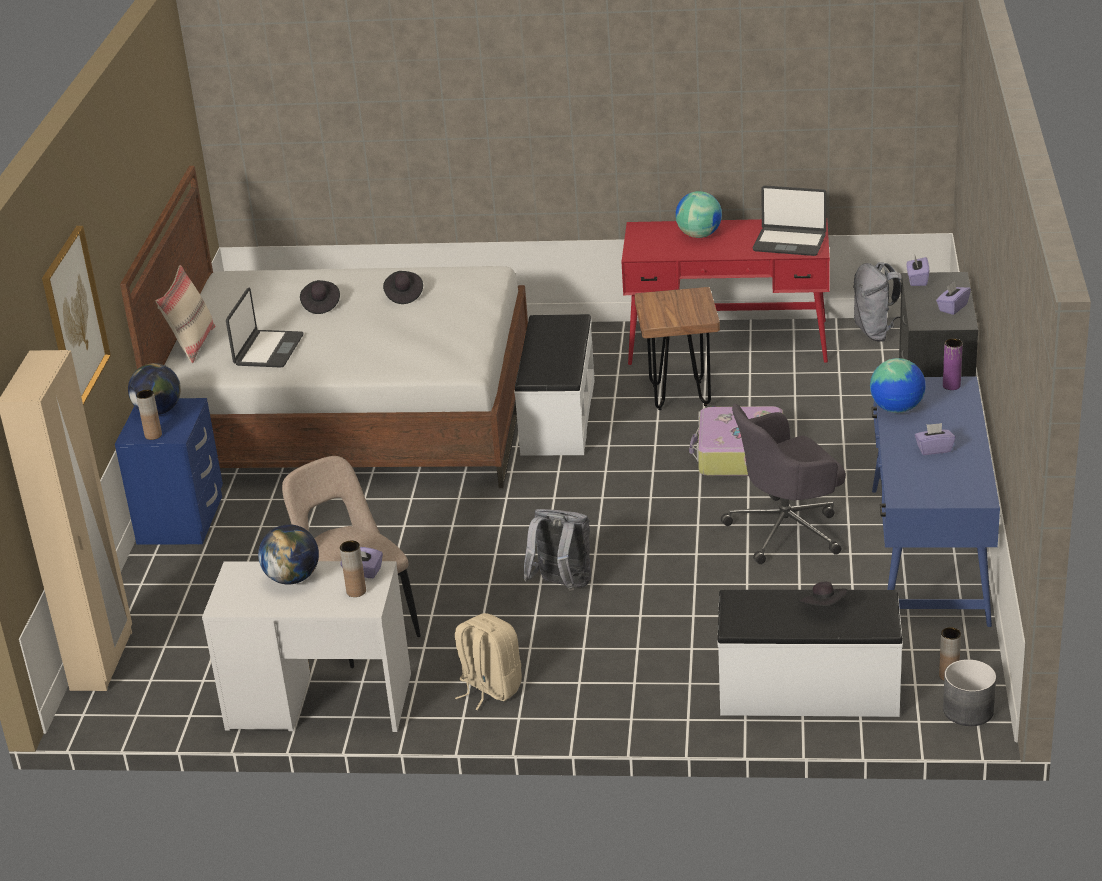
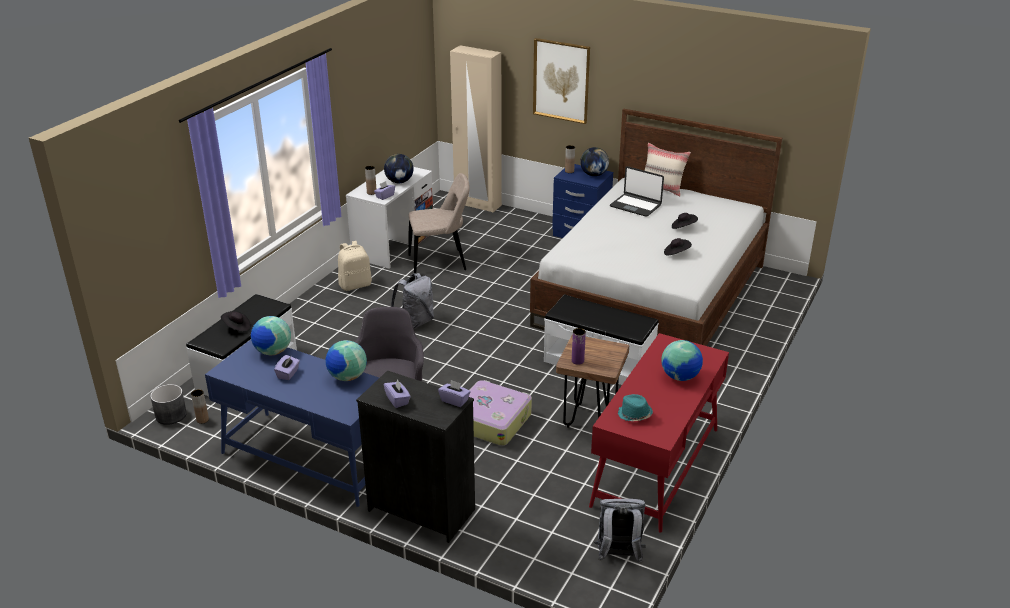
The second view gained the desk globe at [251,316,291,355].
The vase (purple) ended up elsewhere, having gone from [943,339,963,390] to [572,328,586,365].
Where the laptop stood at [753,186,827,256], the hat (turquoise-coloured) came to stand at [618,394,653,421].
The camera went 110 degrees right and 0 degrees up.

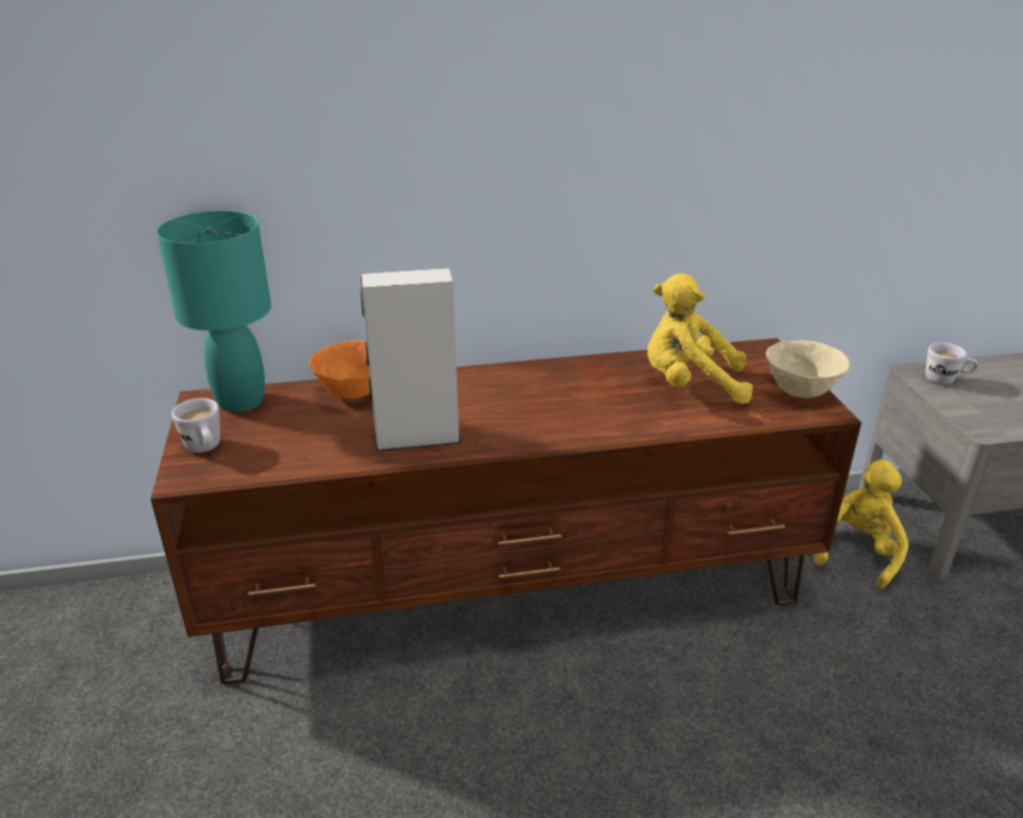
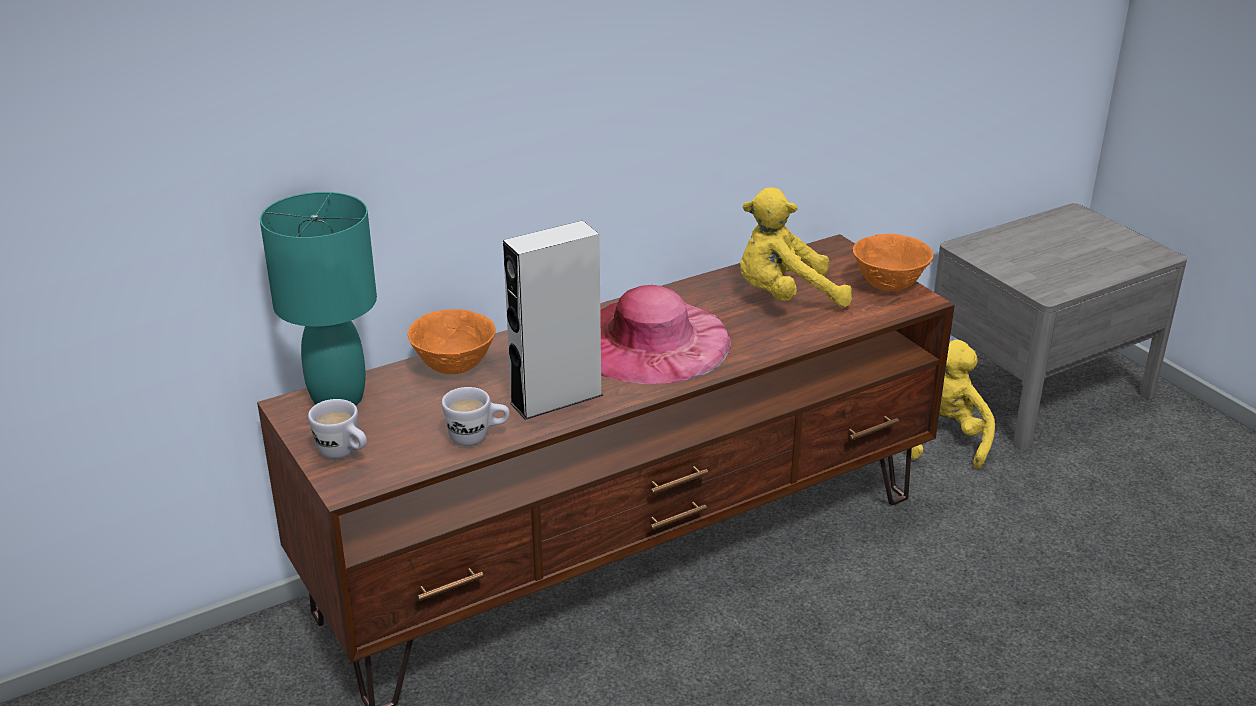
The second view gained the hat (pink-coloured) at [600,285,731,385].
The tea mug (white) ended up elsewhere, having gone from [926,342,979,385] to [442,387,510,446].
What was the deep dish (sand-coloured) at [766,340,850,398] turned into the deep dish (orange) at [853,234,934,291].
The camera went 20 degrees left and 0 degrees up.

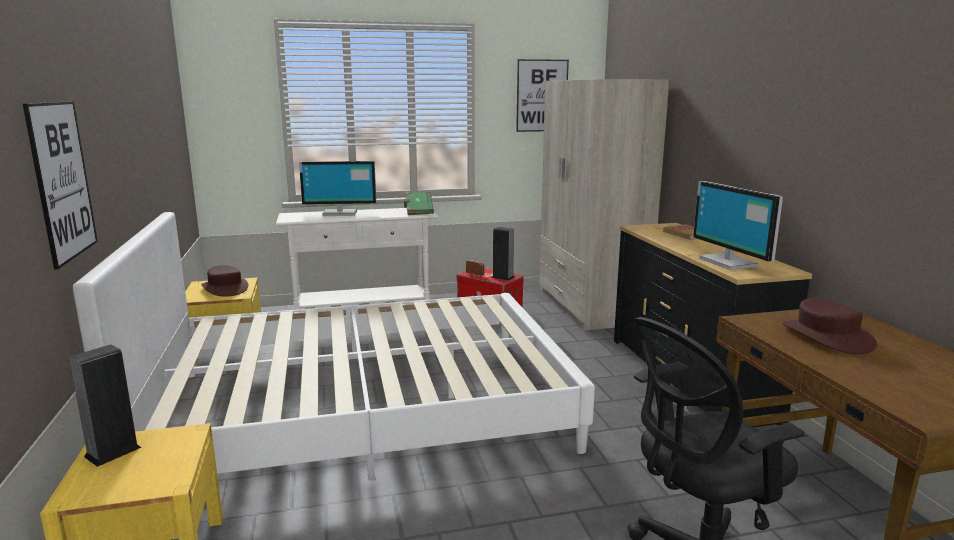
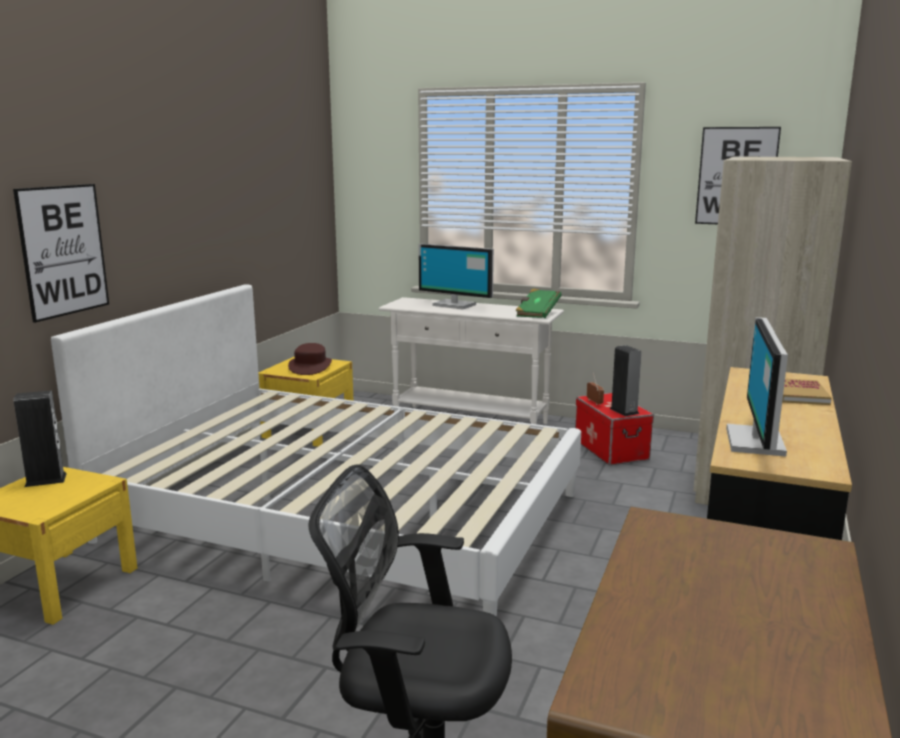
The second view lost the hat (brownish) at [783,298,877,354].
The camera went 35 degrees right and 0 degrees up.

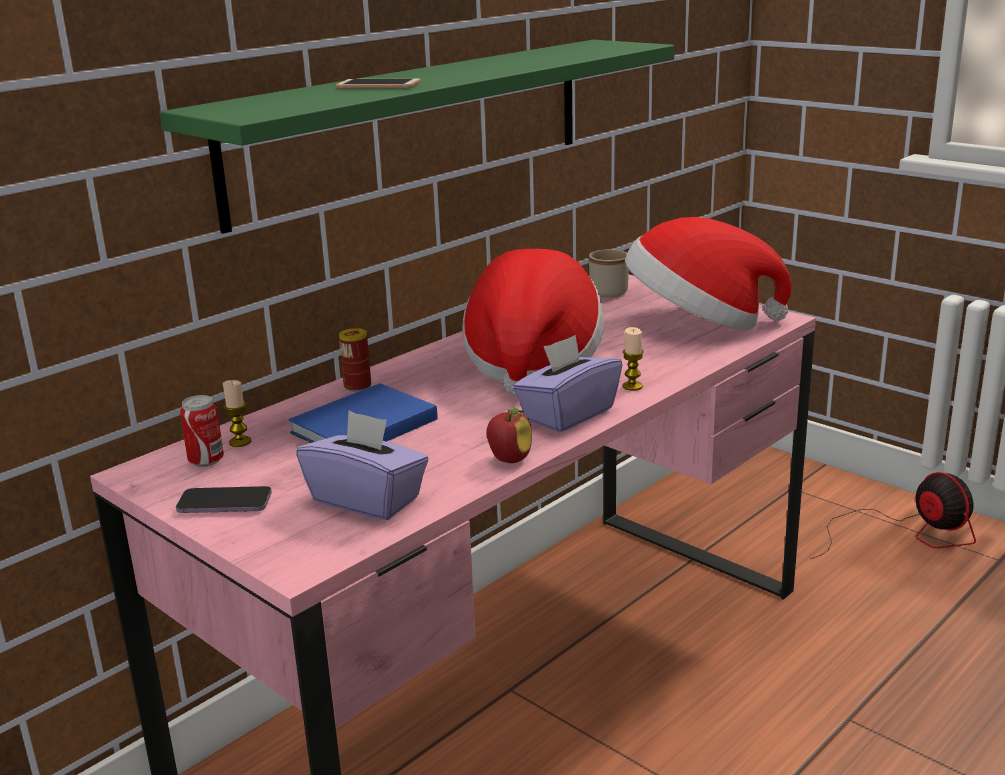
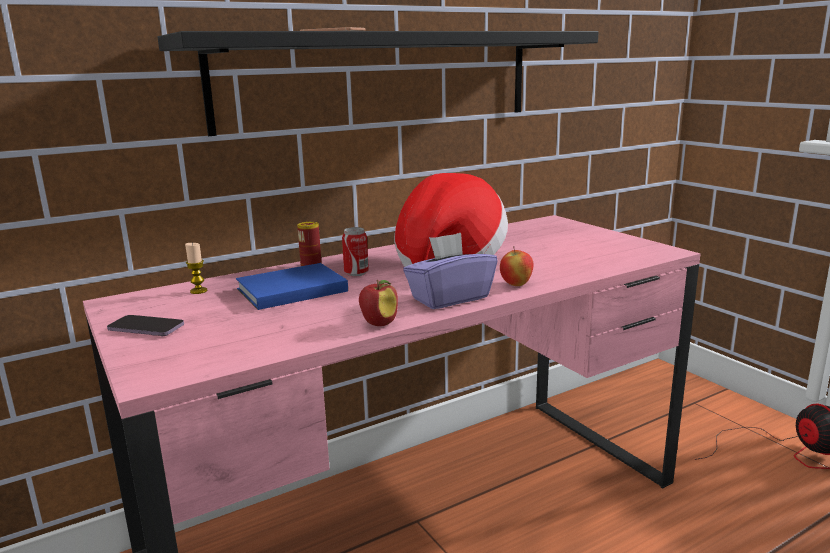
The second view lost the box of tissues (purple) at [296,410,429,520].
The second view lost the tea mug (sand-coloured) at [589,249,629,297].
The second view lost the hat at [625,217,792,331].
The can ended up elsewhere, having gone from [180,395,224,467] to [342,227,369,277].
Where the wax candle stood at [623,327,644,391], the apple fruit came to stand at [500,246,534,286].
What was the wall shelf (green-coloured) at [159,40,675,234] turned into the wall shelf (blackish) at [158,31,599,136].
The camera went 15 degrees right and 5 degrees down.

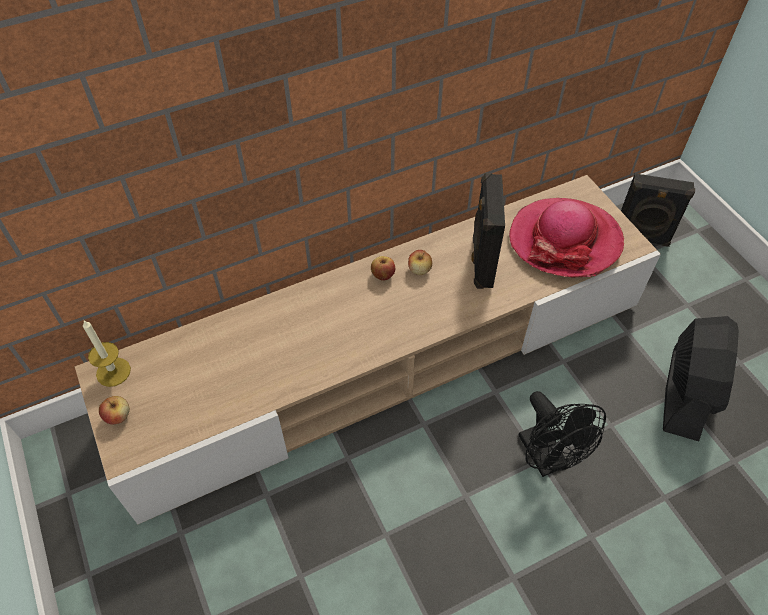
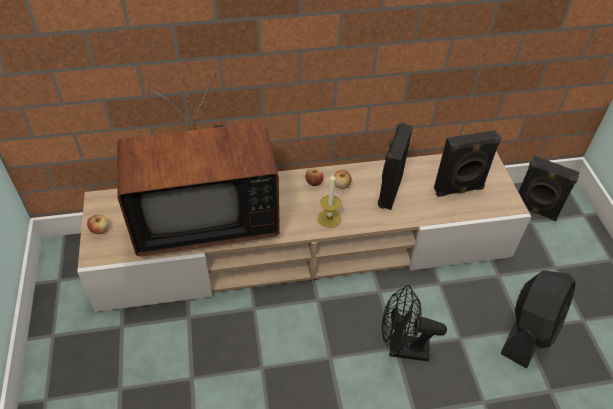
The second view gained the TV at [117,73,280,257].
The wax candle ended up elsewhere, having gone from [83,320,131,387] to [318,174,342,228].
Where the hat stood at [509,198,624,278], the loudspeaker (blackish) came to stand at [434,130,501,197].
The fan (blackish) at [519,391,606,477] ended up facing another way, 105 degrees clockwise from before.
The camera went 15 degrees right and 5 degrees down.

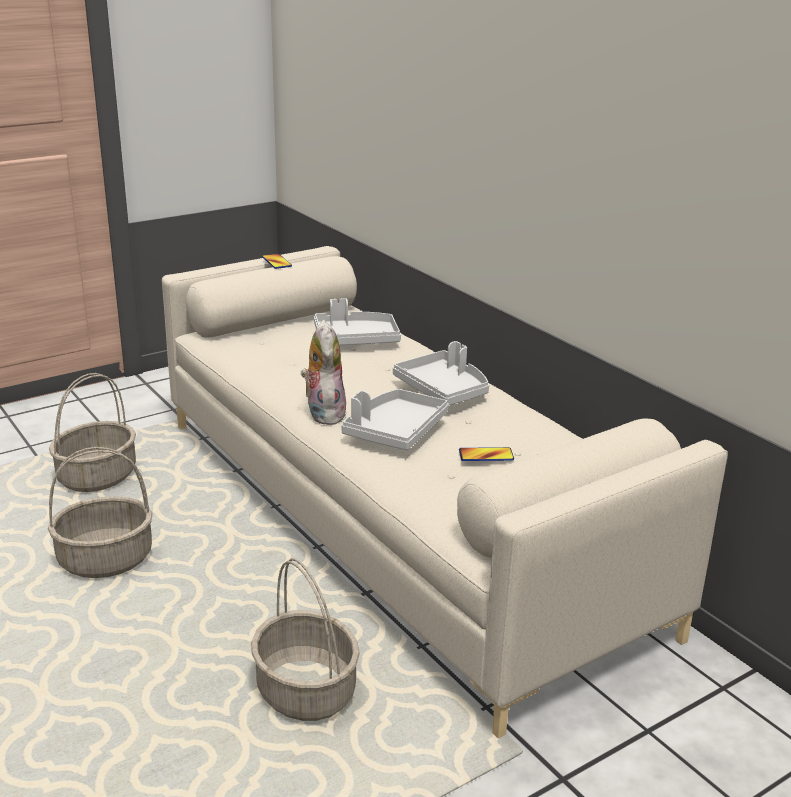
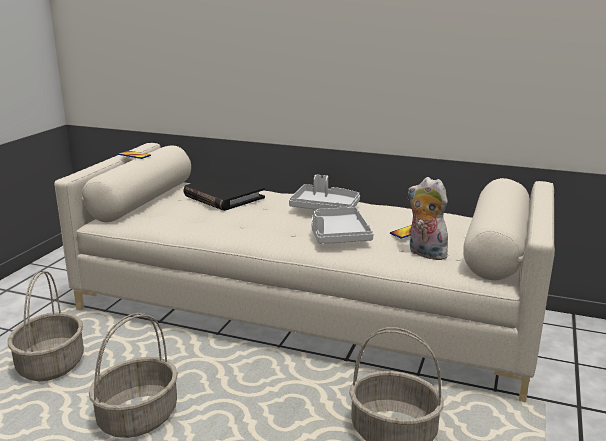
The cuddly toy ended up elsewhere, having gone from [300,320,347,425] to [408,177,448,260].
Where the carrying tray (gray) stood at [314,298,401,345], the book (blackish) came to stand at [183,175,265,211].
The camera went 35 degrees left and 5 degrees down.

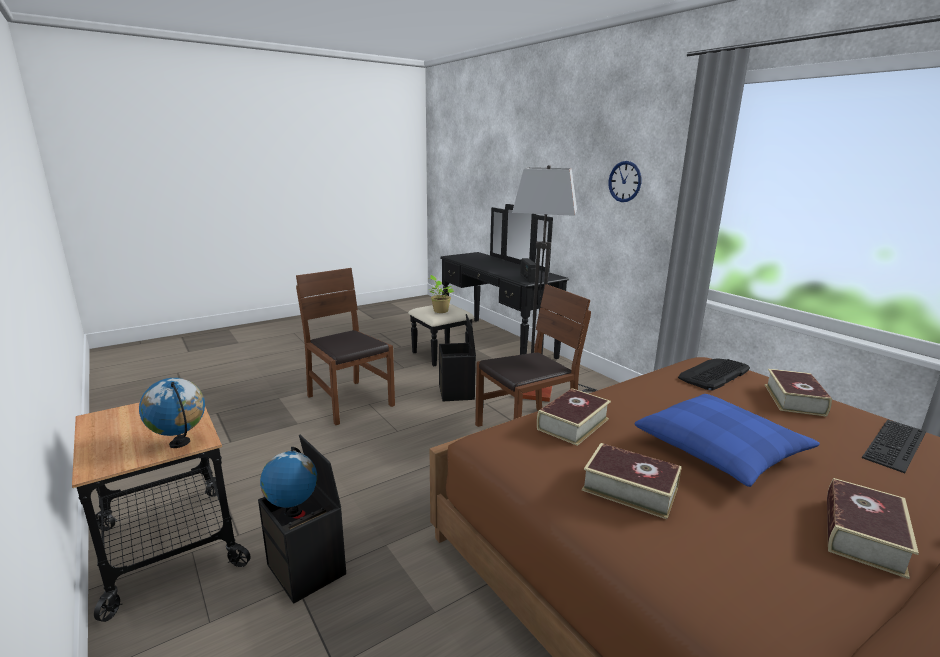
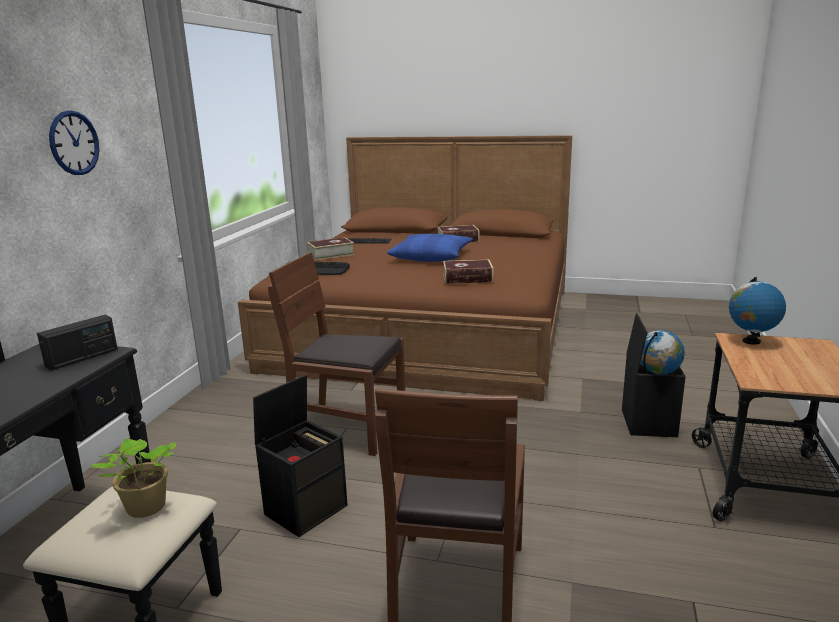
The second view lost the floor lamp at [512,165,598,402].
The second view lost the book at [582,443,682,519].
The camera went 130 degrees left and 0 degrees up.

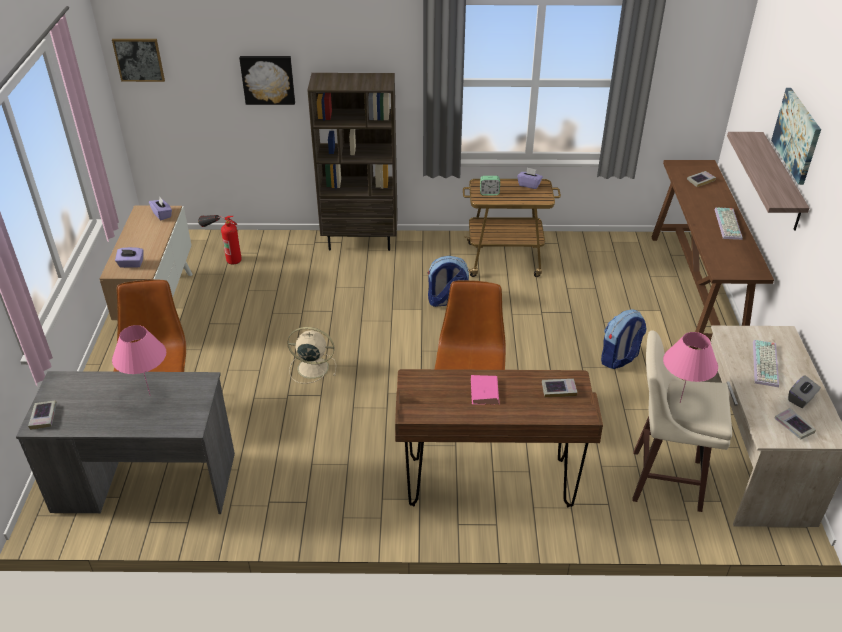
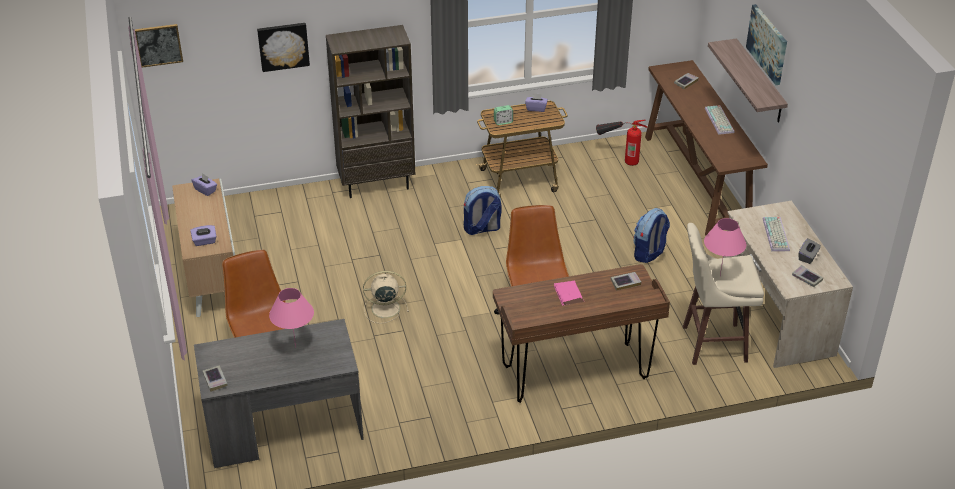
The fire-fighting cylinder ended up elsewhere, having gone from [198,215,242,265] to [596,119,647,166].
The camera went 15 degrees left and 0 degrees up.

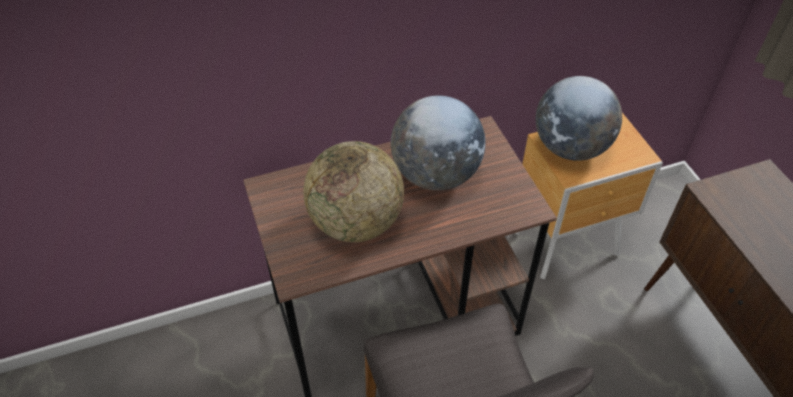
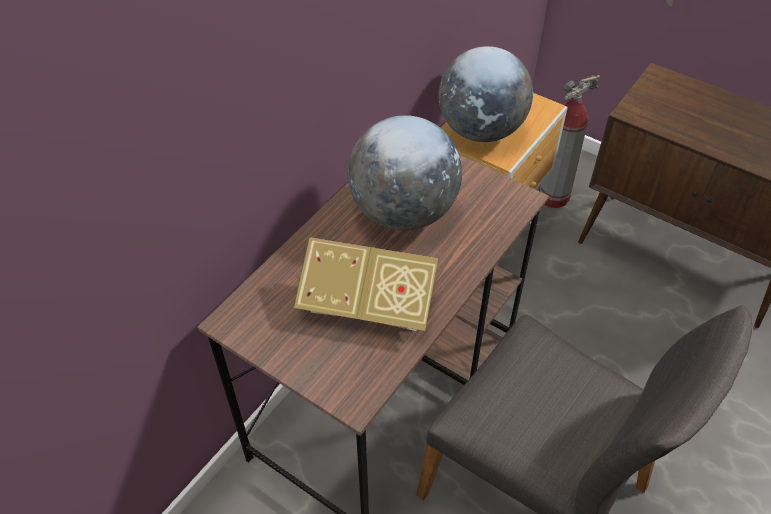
The second view gained the fire-fighting cylinder at [539,75,600,208].
Where the desk globe stood at [303,141,404,242], the book came to stand at [294,237,438,331].
The camera went 35 degrees left and 0 degrees up.

